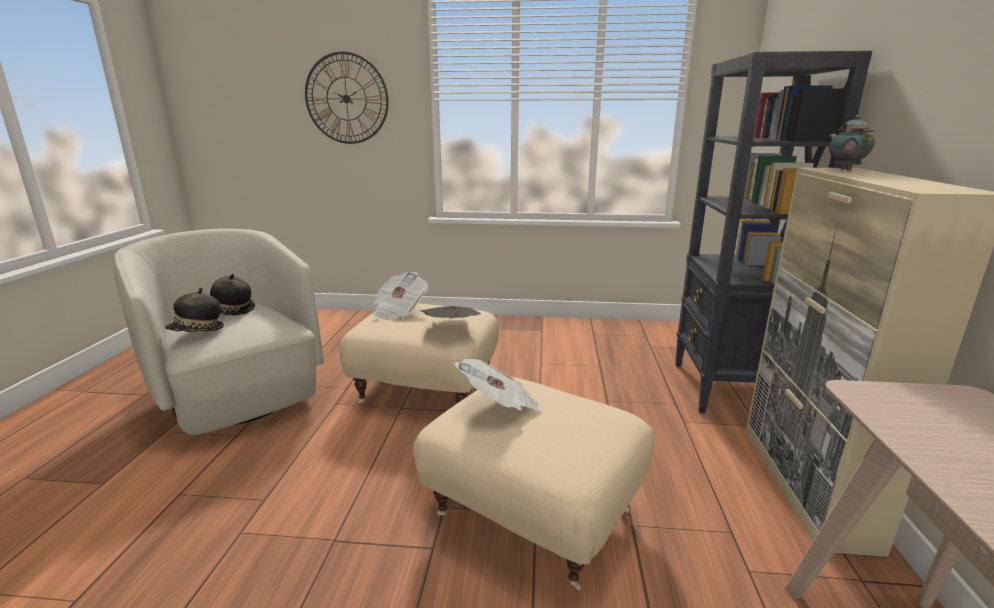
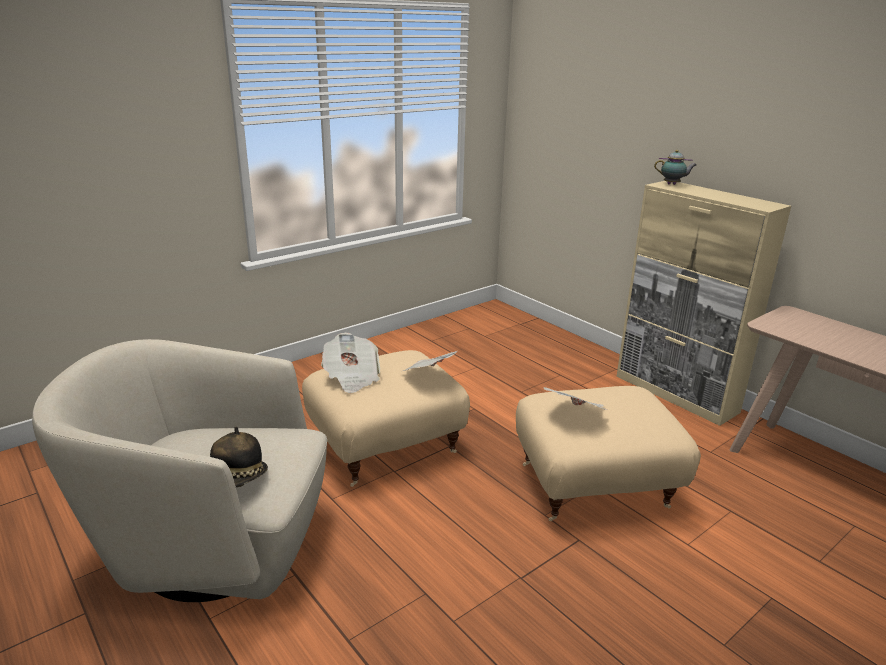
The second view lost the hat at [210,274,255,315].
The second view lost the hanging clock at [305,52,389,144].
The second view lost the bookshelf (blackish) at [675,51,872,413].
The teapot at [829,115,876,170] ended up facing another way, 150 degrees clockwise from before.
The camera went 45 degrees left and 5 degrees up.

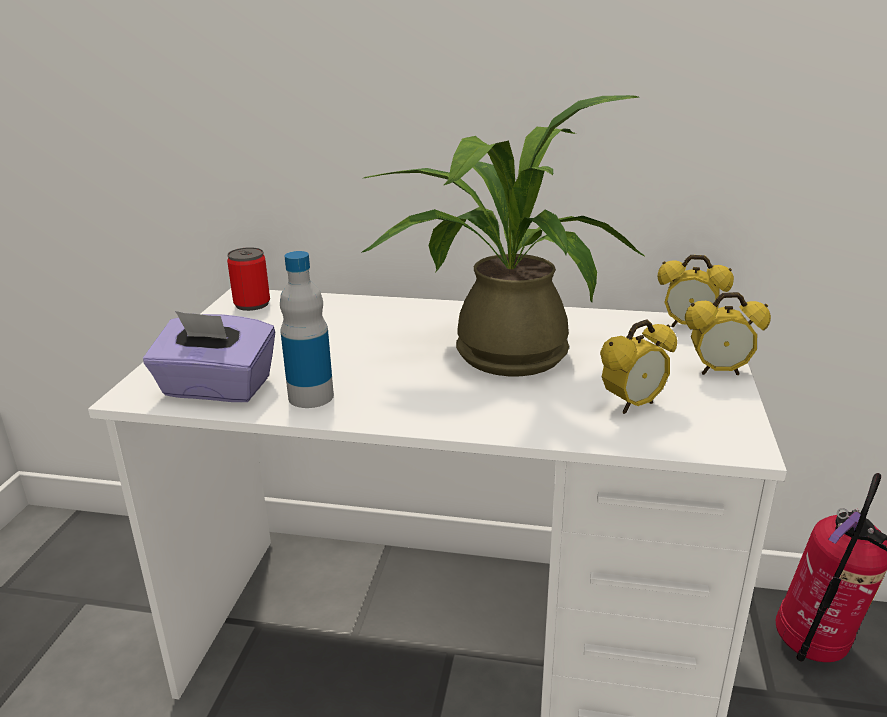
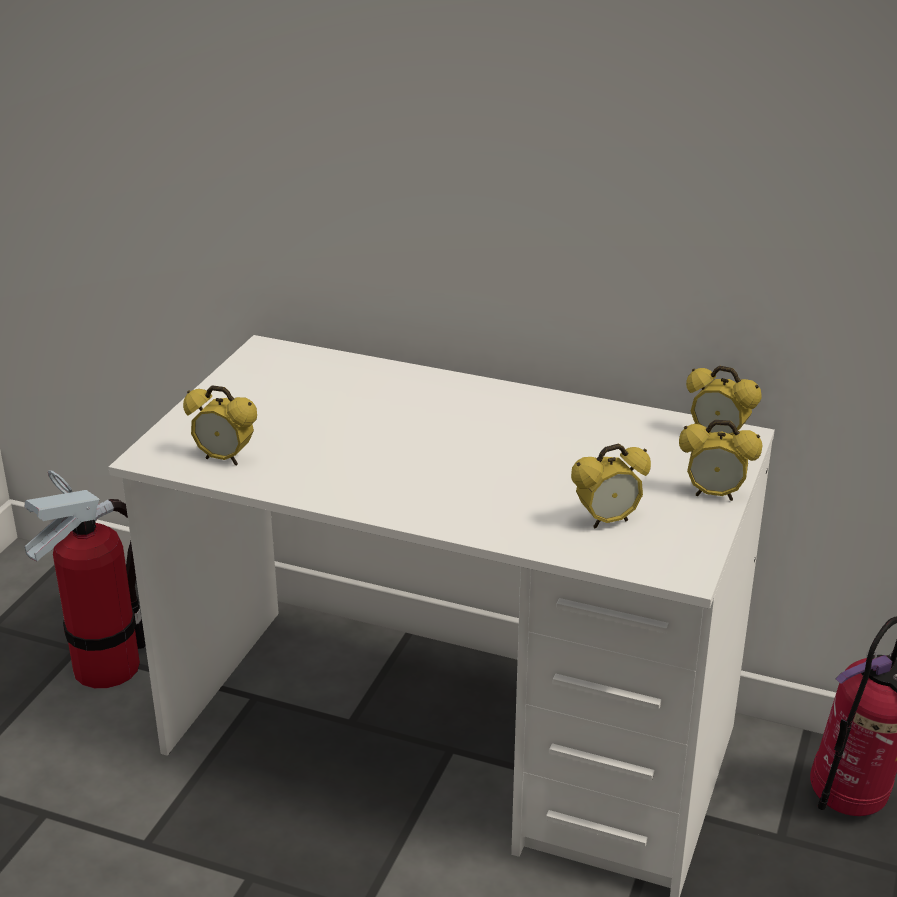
The second view lost the can at [227,247,270,311].
The second view lost the beverage bottle at [280,251,334,408].
The second view lost the houseplant at [361,95,646,376].
The second view gained the fire-fighting cylinder at [24,470,146,689].
Where the box of tissues (purple) stood at [143,311,275,402], the bedside clock came to stand at [183,385,257,465].
The camera went 10 degrees right and 5 degrees up.

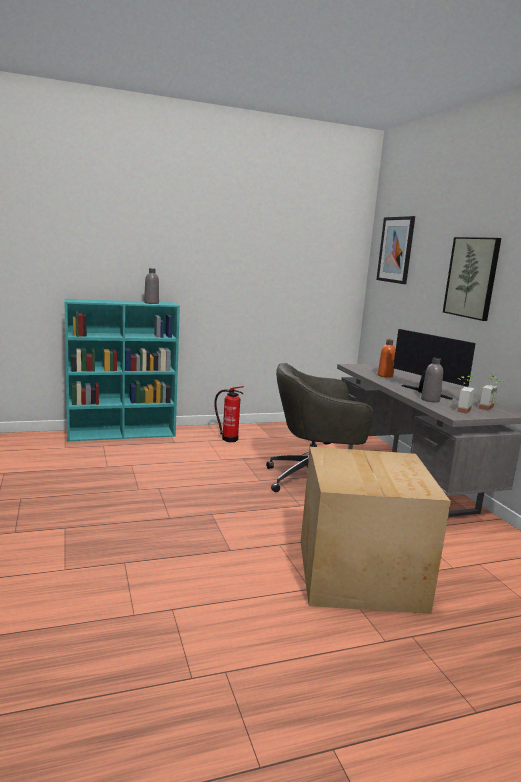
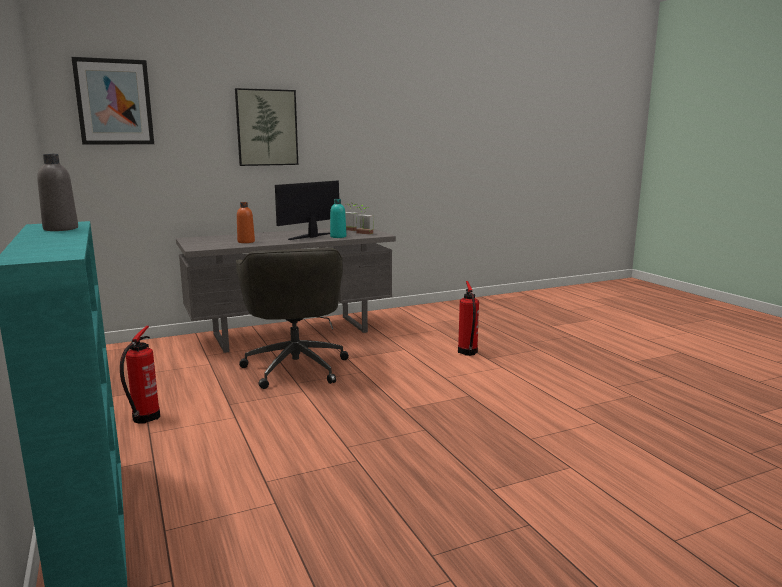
Where the cardboard box stood at [301,447,451,614], the fire-fighting cylinder came to stand at [458,281,479,356].
What was the beverage bottle (gray) at [421,358,443,402] turned into the beverage bottle (turquoise-coloured) at [330,199,346,238].
The camera went 95 degrees left and 0 degrees up.

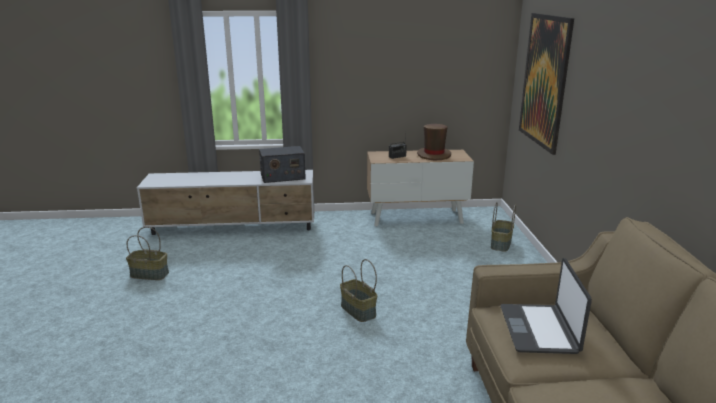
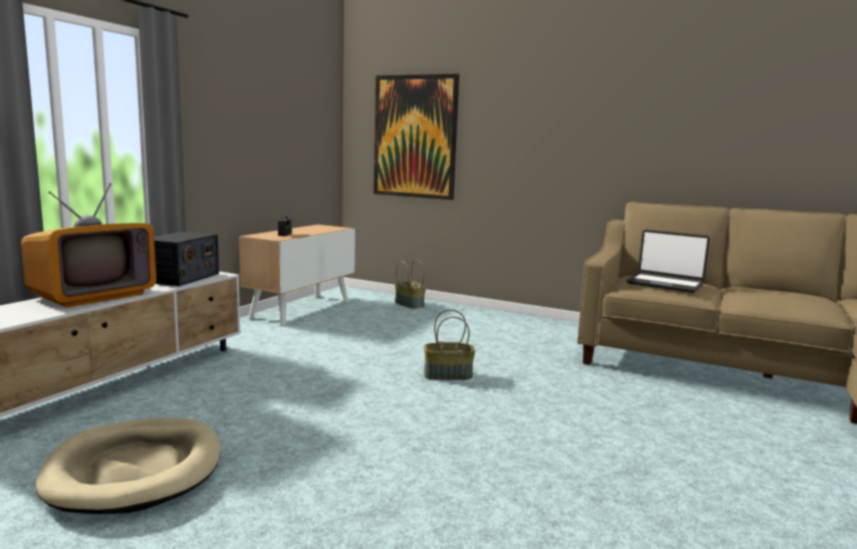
The second view lost the hat (brownish) at [417,124,451,161].
The second view gained the TV at [21,183,156,307].
Where the basket stood at [126,227,169,280], the pet bed (sand-coloured) came to stand at [36,418,221,514].
The camera went 60 degrees left and 10 degrees down.

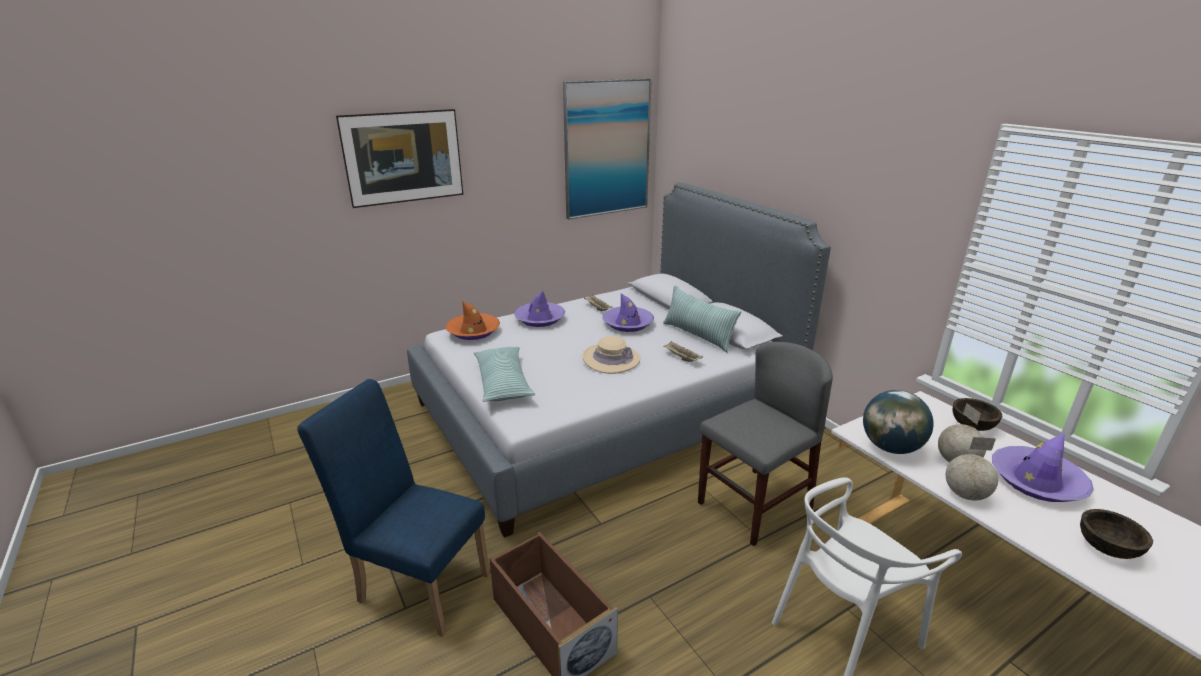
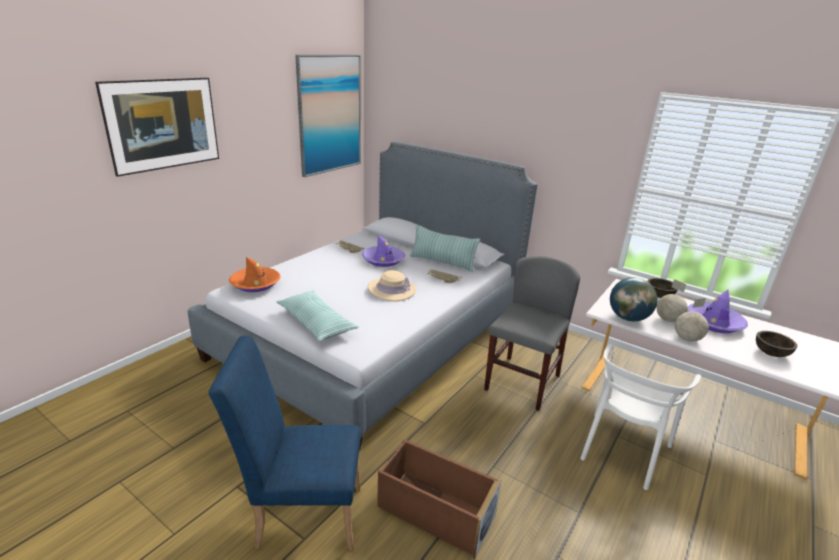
The second view lost the hat (purple) at [514,291,565,327].
The camera went 25 degrees left and 0 degrees up.

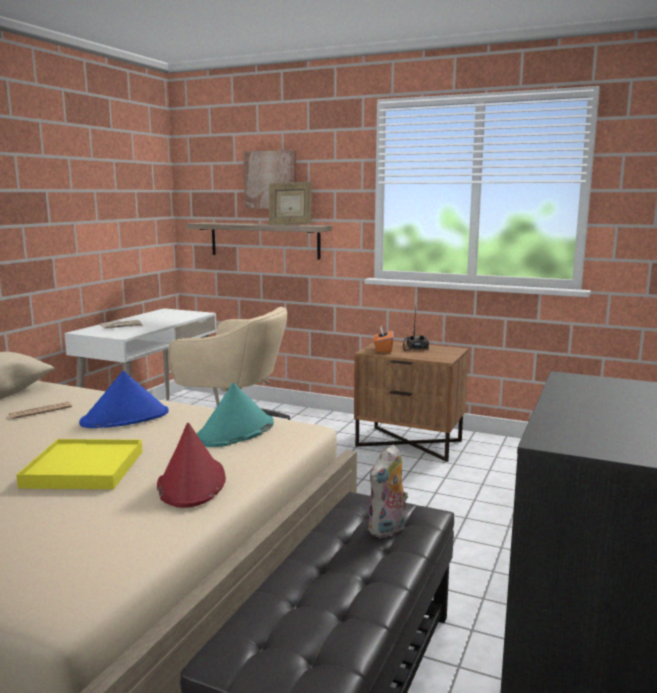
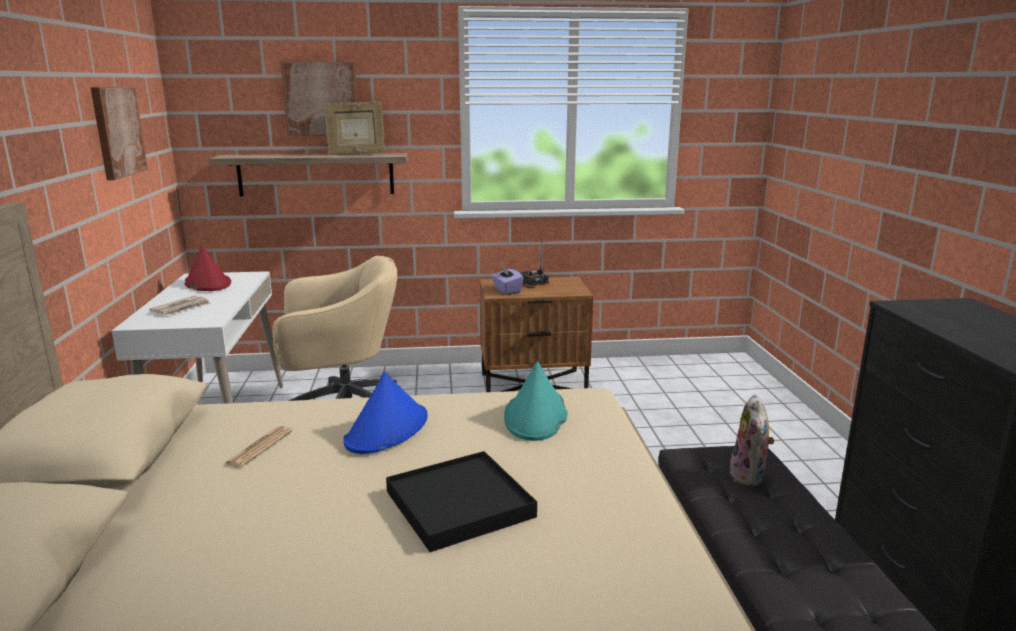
The second view gained the picture at [90,87,148,180].
The hat (red-coloured) ended up elsewhere, having gone from [157,423,226,508] to [185,245,231,291].
What was the carrying tray (yellowish) at [16,439,142,489] turned into the carrying tray (blackish) at [386,451,537,552].
What was the box of tissues (orange) at [373,326,394,353] turned into the box of tissues (purple) at [492,264,523,295].
The camera went 30 degrees left and 5 degrees up.

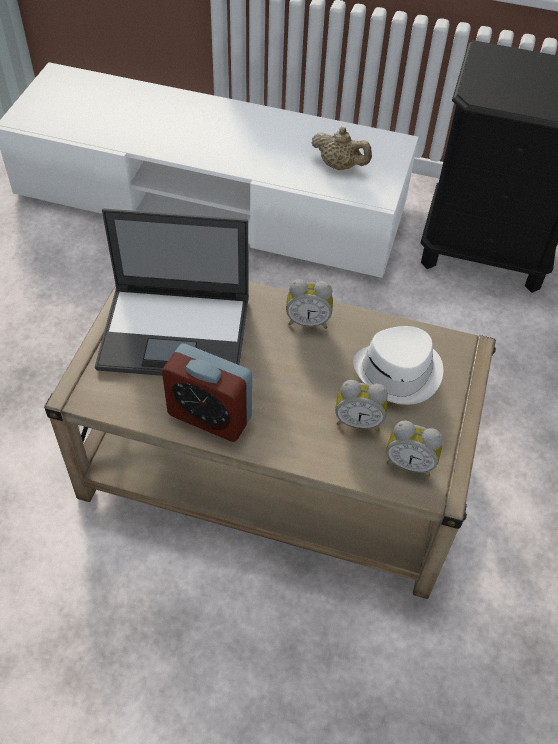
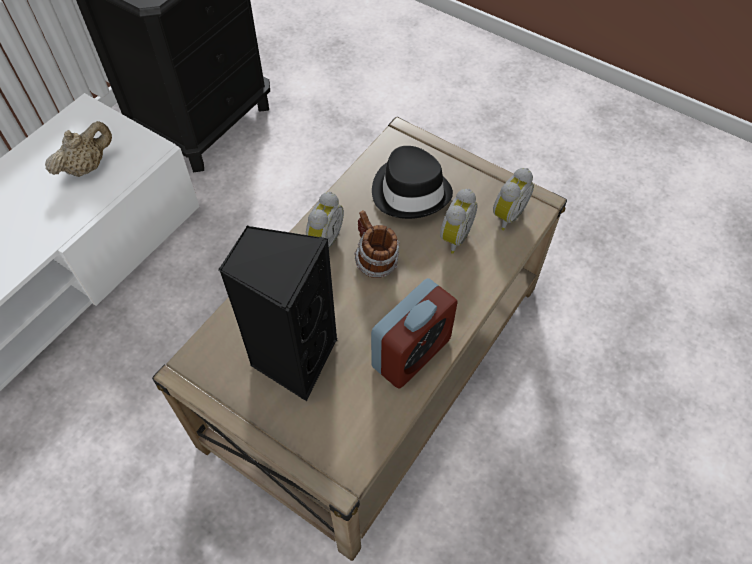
The second view gained the tea mug at [354,210,400,278].
Where the laptop stood at [95,208,249,376], the loudspeaker (blackish) came to stand at [218,225,337,401].
What was the hat (white) at [353,326,443,405] turned into the hat (blackish) at [372,146,453,219].
The camera went 70 degrees left and 5 degrees up.

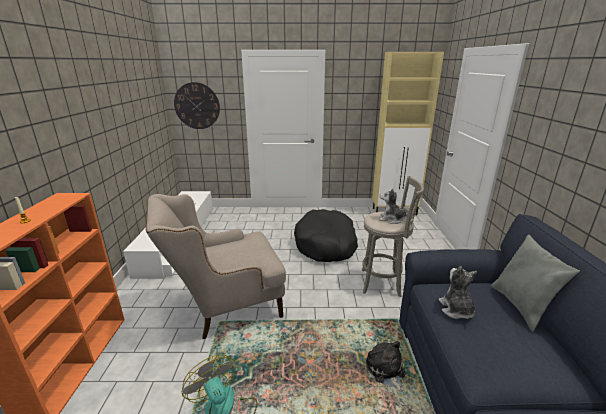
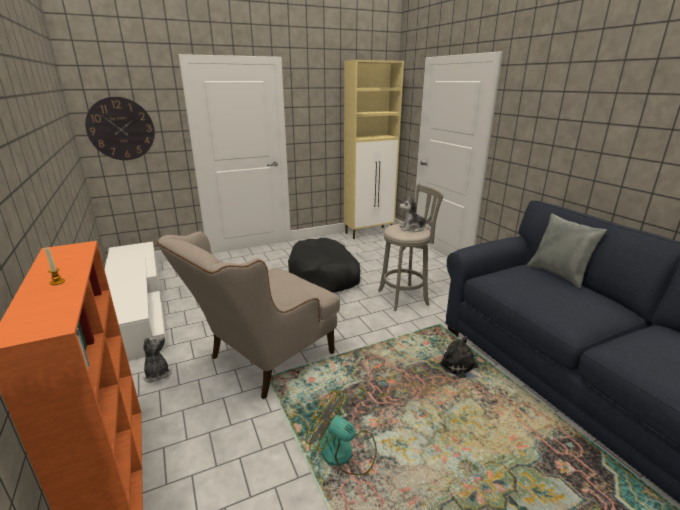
The cuddly toy ended up elsewhere, having gone from [438,266,477,319] to [143,337,172,383].
The camera went 25 degrees left and 0 degrees up.

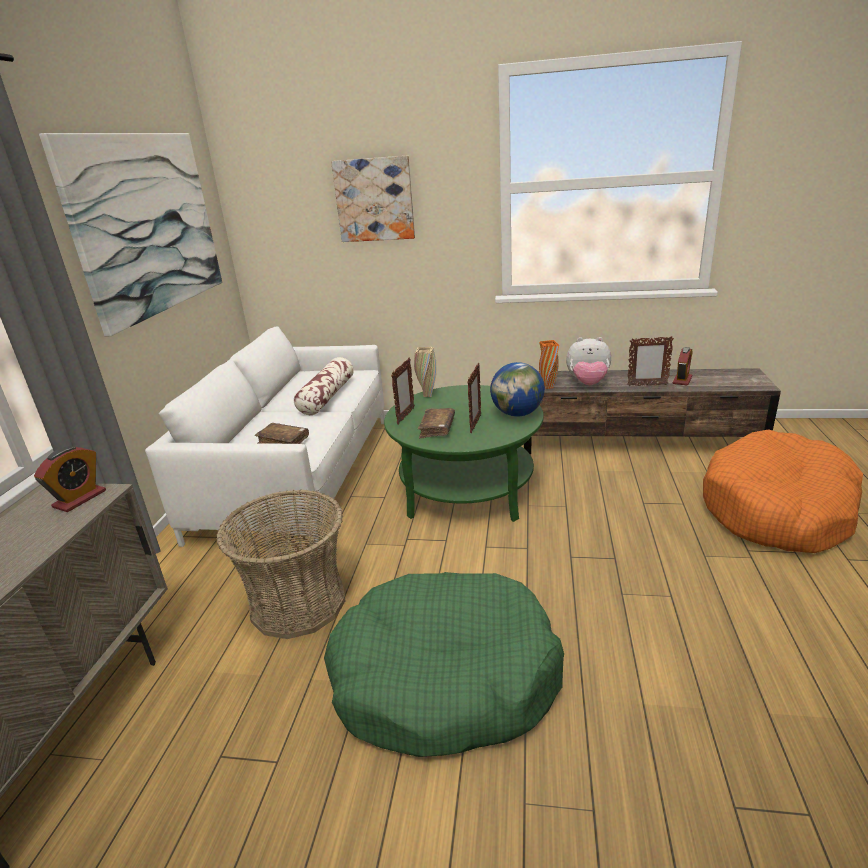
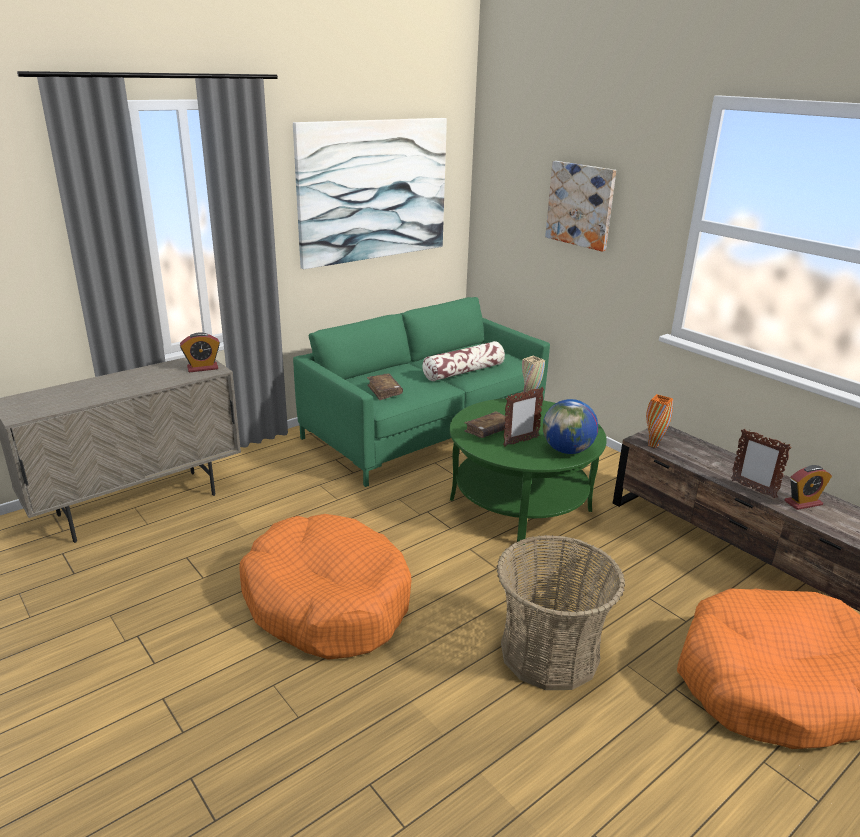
The second view lost the picture frame at [391,358,415,424].
The second view lost the cuddly toy at [566,337,611,385].
The basket ended up elsewhere, having gone from [216,489,345,639] to [497,535,625,690].
What was the sofa (white) at [145,326,385,552] turned into the sofa (green-coloured) at [293,297,550,487].
What was the pet bed (green-coloured) at [324,572,564,757] turned into the pet bed (orange) at [239,514,411,660].
The camera went 40 degrees right and 0 degrees up.

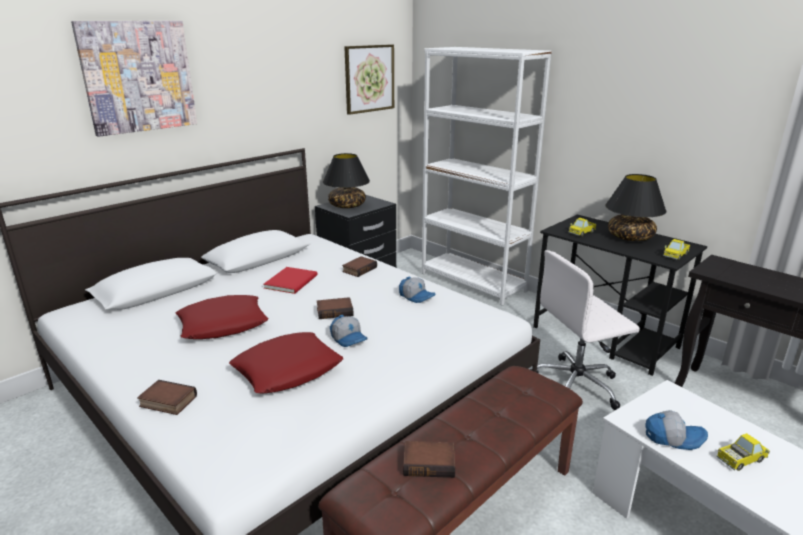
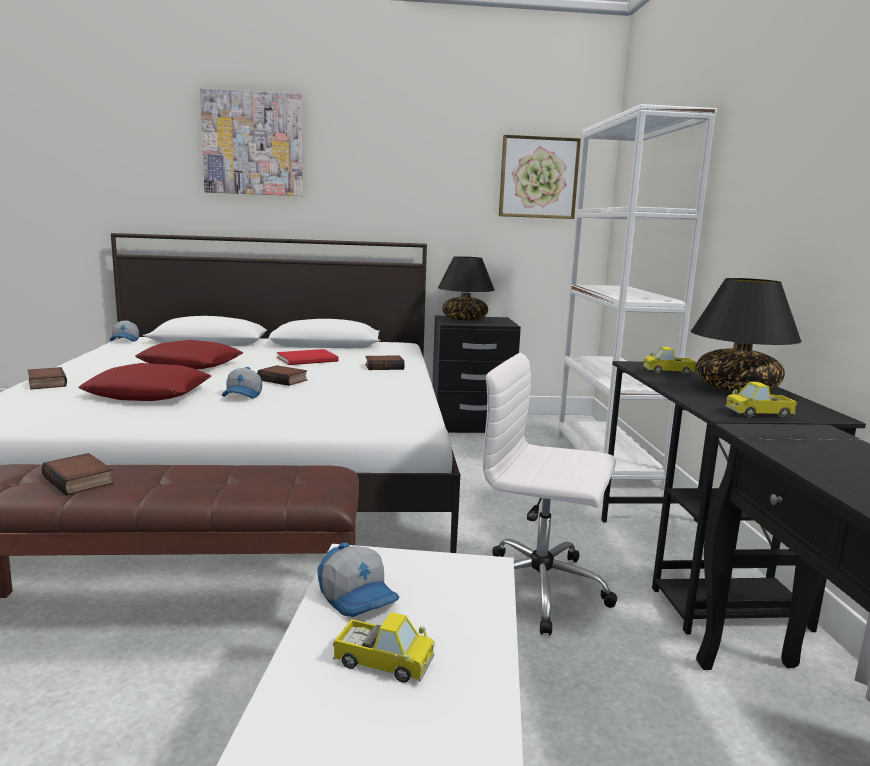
The baseball cap ended up elsewhere, having gone from [399,277,435,303] to [110,320,139,342].
The camera went 40 degrees right and 10 degrees down.

